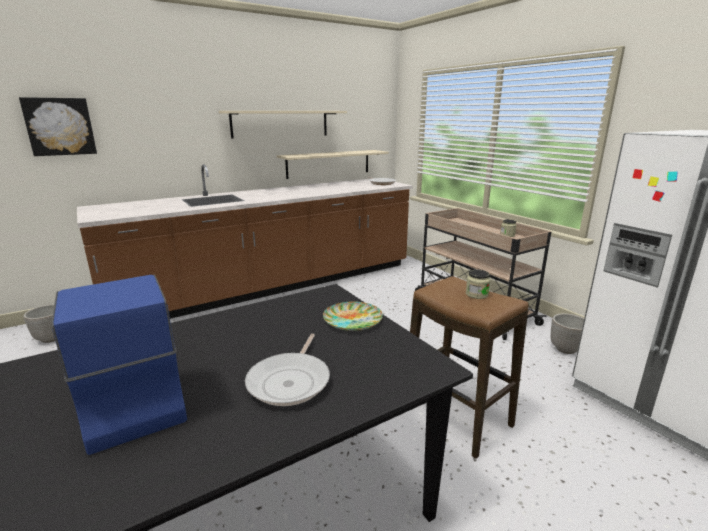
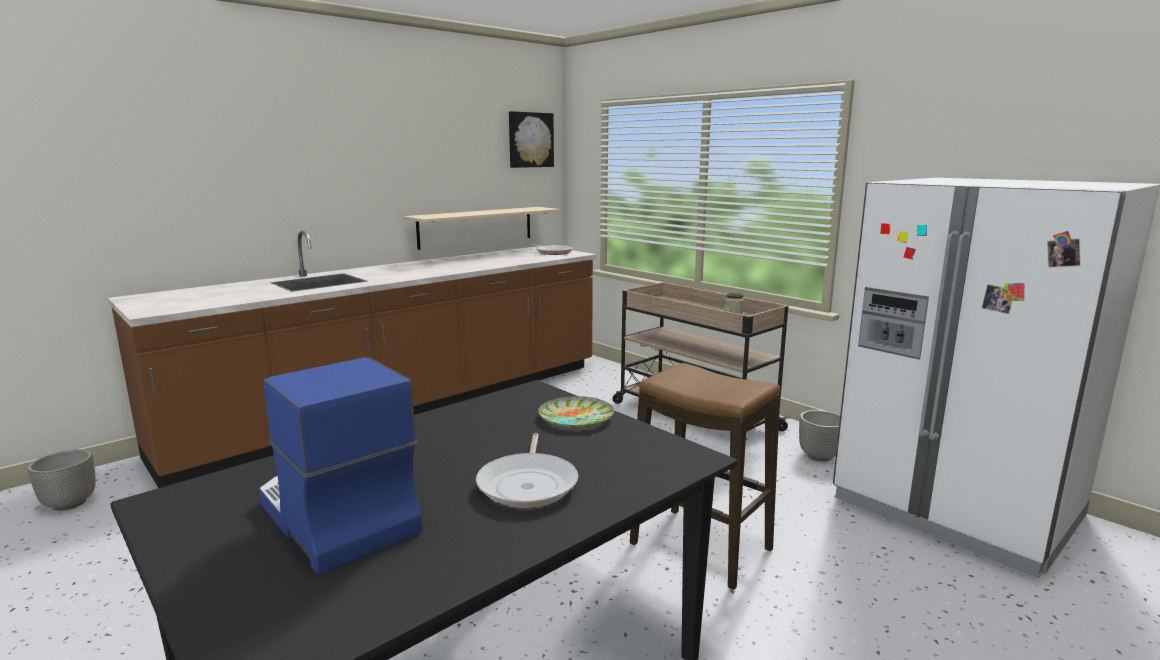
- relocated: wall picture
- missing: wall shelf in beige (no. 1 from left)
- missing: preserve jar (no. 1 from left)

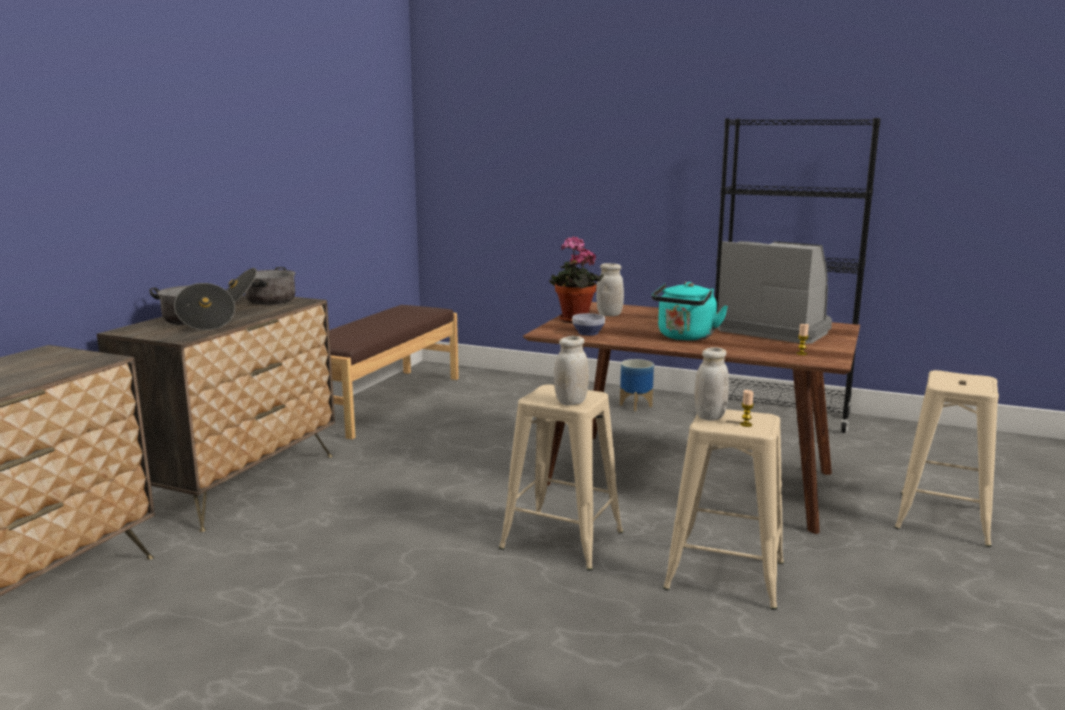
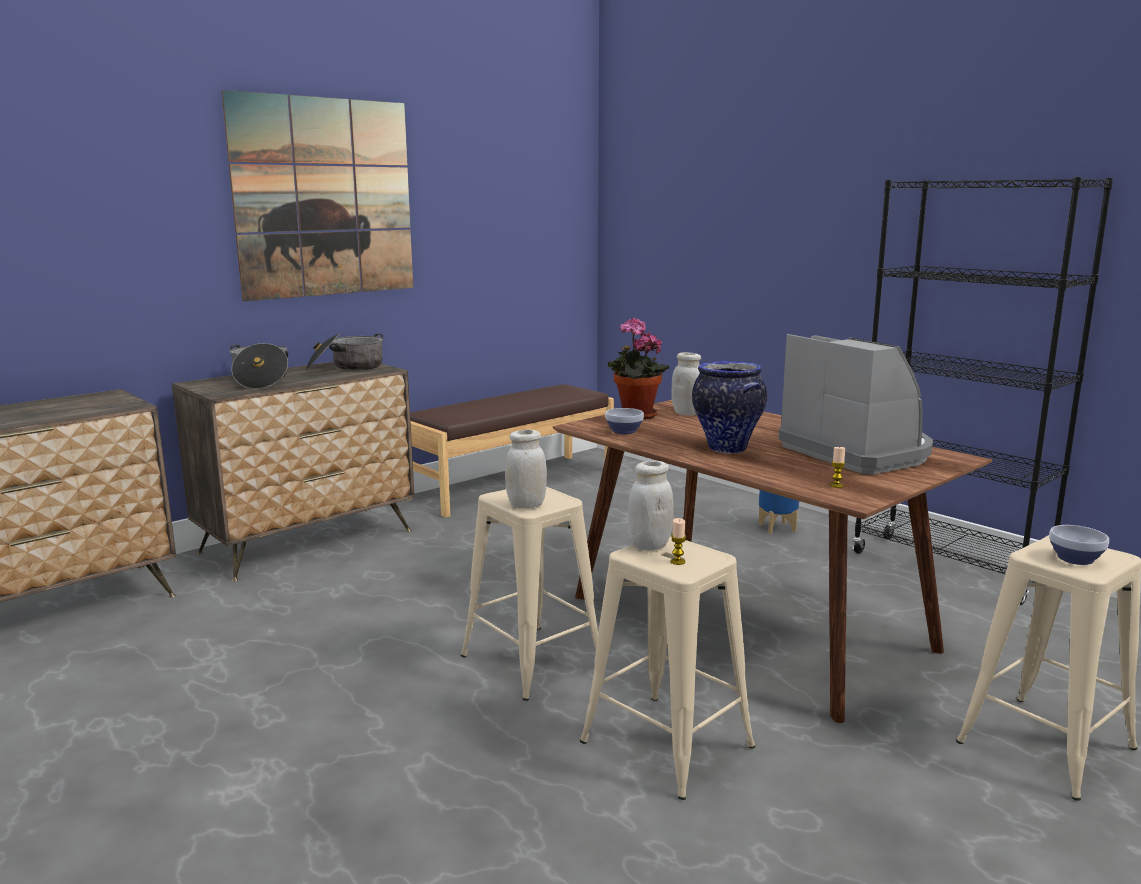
- exchanged: kettle in blue-green to flower vase
- appeared: wall picture
- appeared: serving bowl (no. 2 from left)

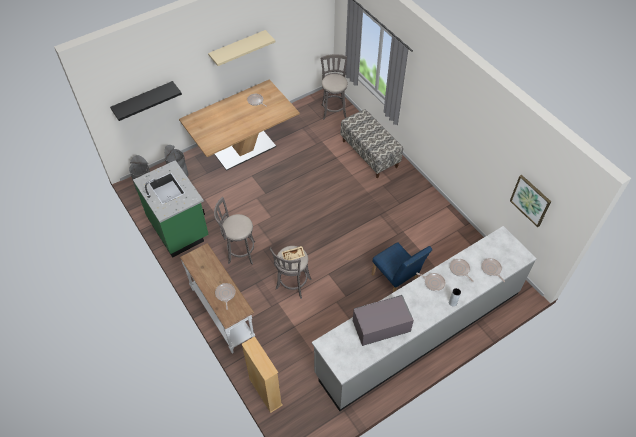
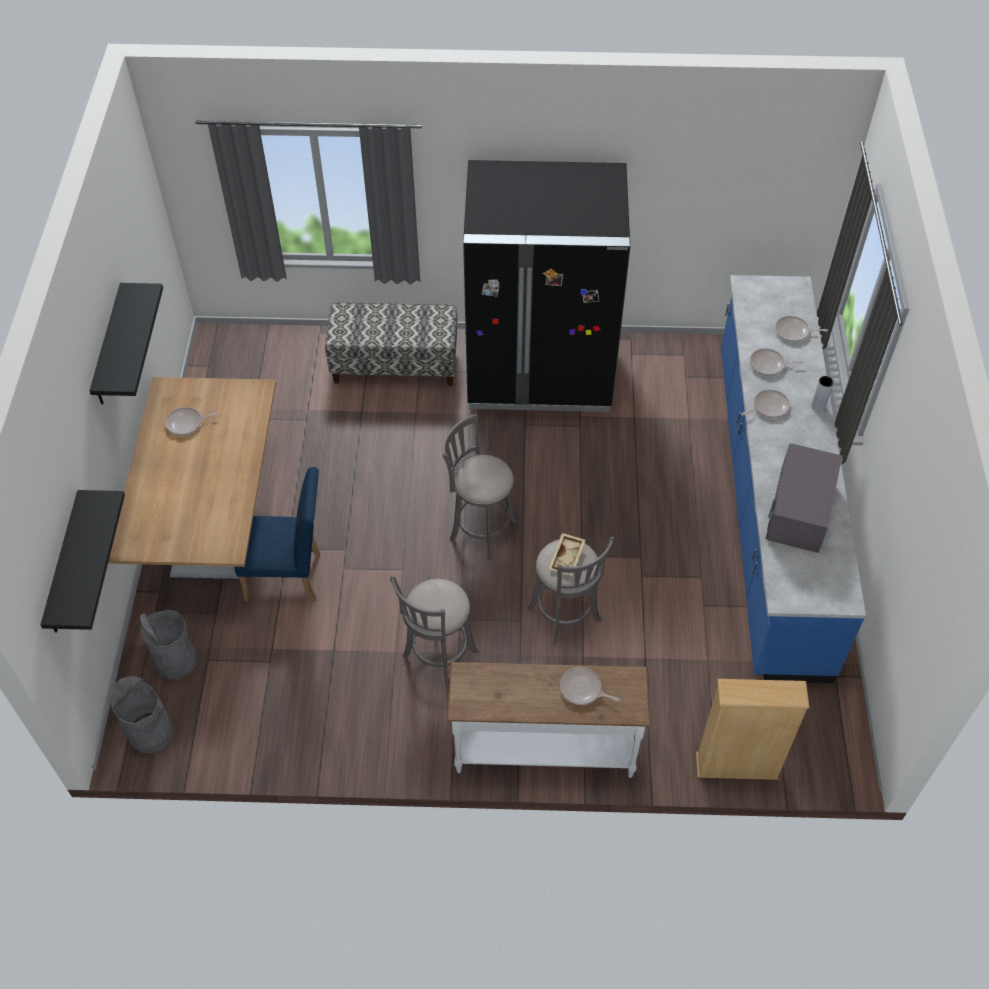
- colour: wall shelf in beige to wall shelf in black-coloured (no. 2 from left)
- relocated: sitting stool in gray (no. 3 from left in the first image) to sitting stool in gray (no. 2 from left)
- missing: kitchen counter in green
- missing: wall picture
- colour: kitchen counter in gray to kitchen counter in blue-coloured
- relocated: upright chair in blue-coloured
- appeared: refrigerator in black-coloured

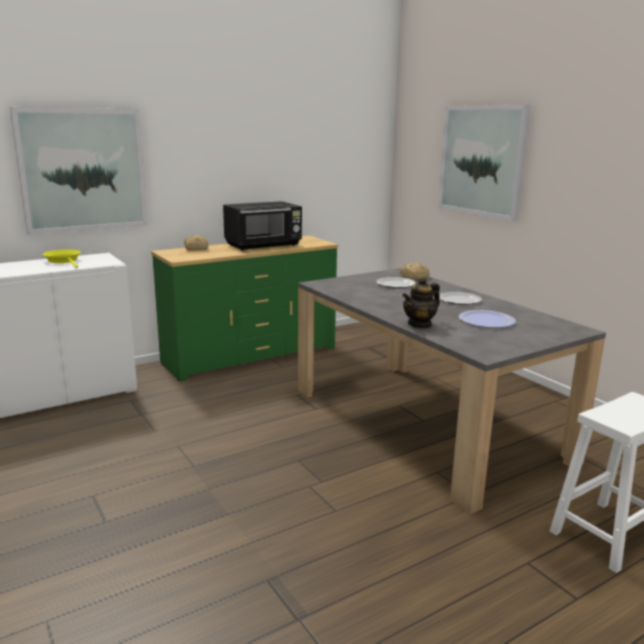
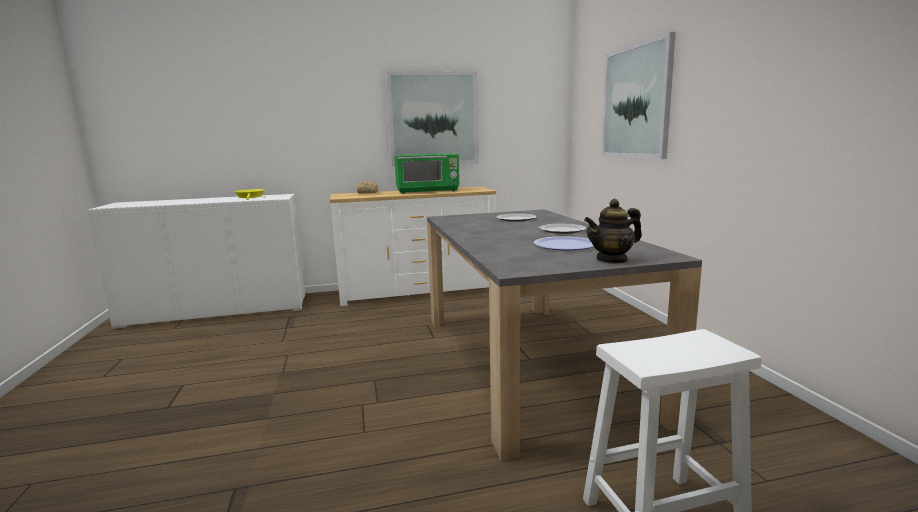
- relocated: wall picture (no. 1 from left)
- colour: kitchen microwave in black-coloured to kitchen microwave in green
- colour: dresser in green to dresser in whitish
- missing: baked bread (no. 2 from left)
- relocated: tea pot

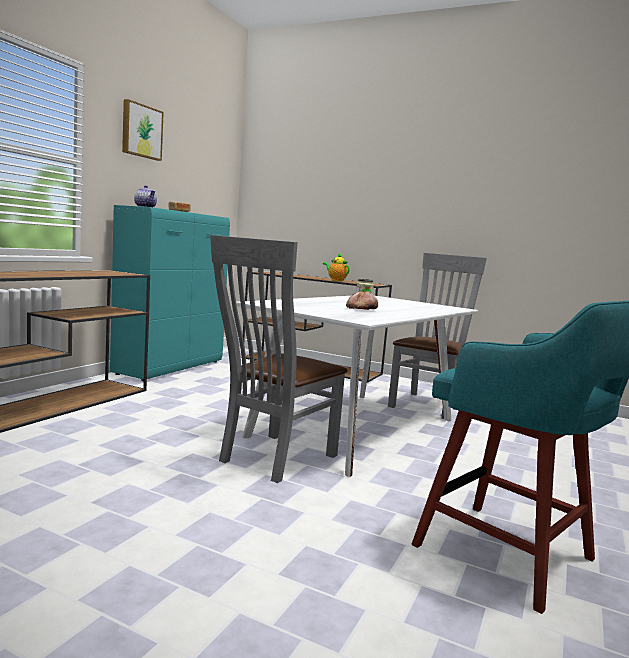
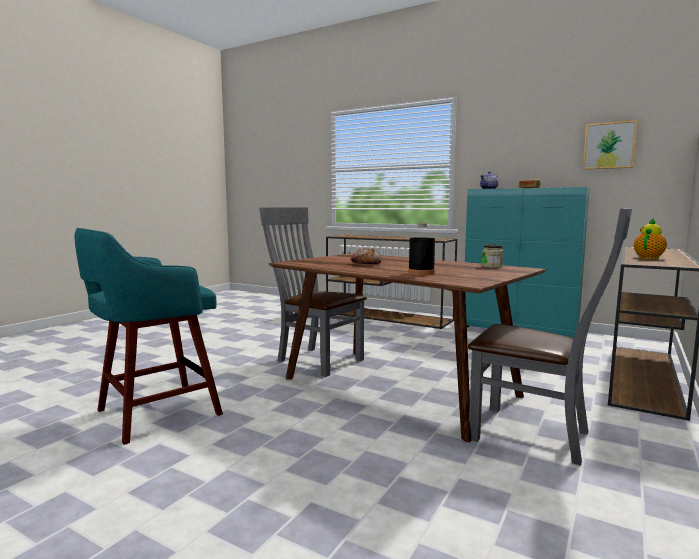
- relocated: wall picture
- colour: dining table in whitish to dining table in brown-coloured
- appeared: drink bottle in black-coloured

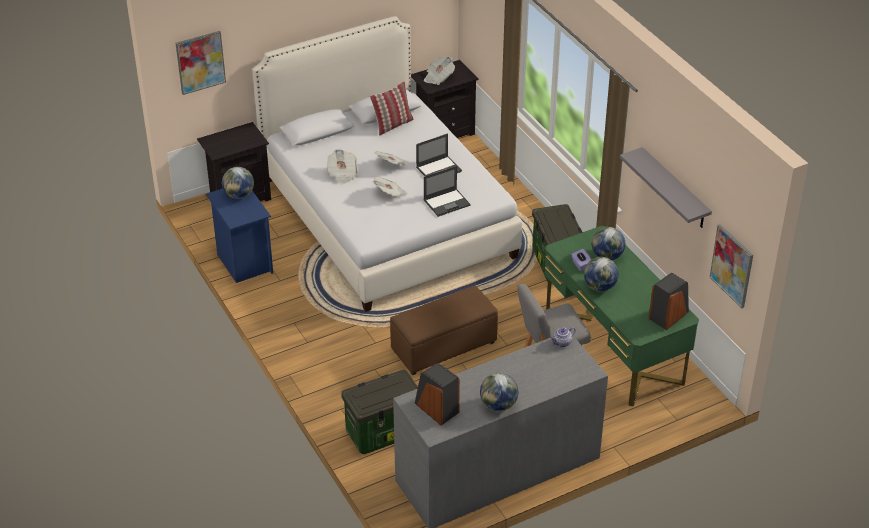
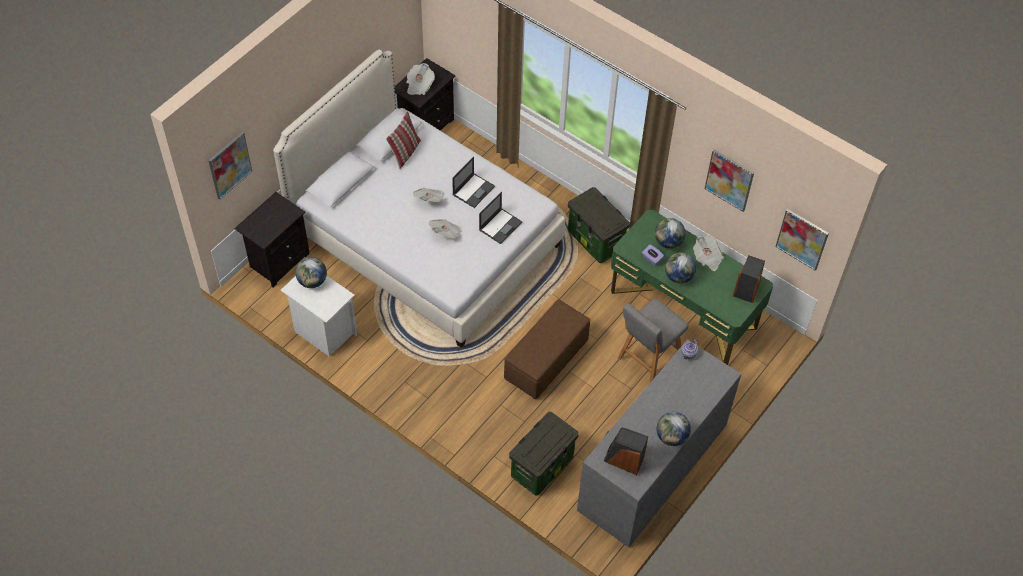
- exchanged: wall shelf in gray to wall picture (no. 2 from left)
- relocated: printed paper (no. 1 from left in the first image) to printed paper (no. 4 from left)
- colour: bedside table in blue-coloured to bedside table in whitish

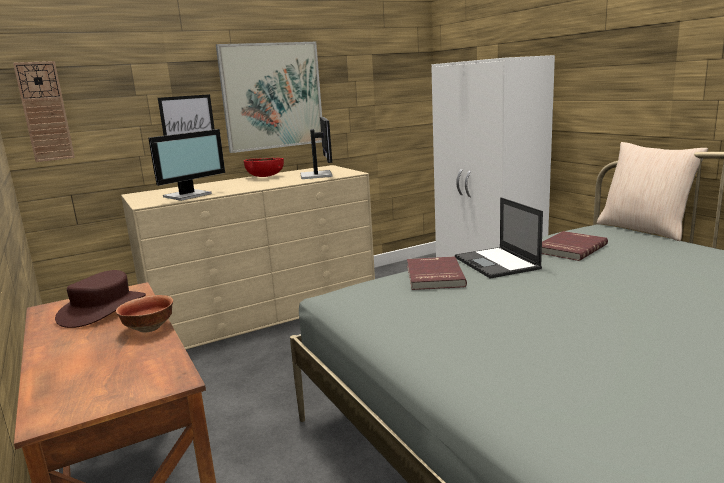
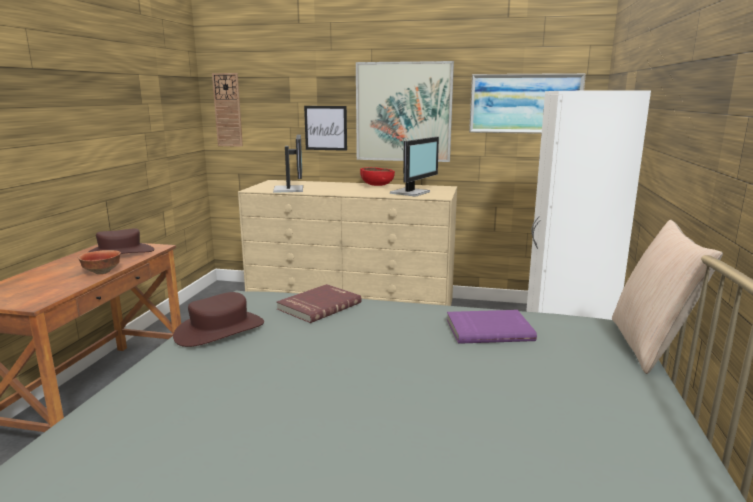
- spun: monitor (no. 1 from left) 90 degrees counterclockwise
- missing: laptop
- colour: bound book in reddish (no. 2 from left) to bound book in purple-coloured
- appeared: wall picture (no. 3 from left)
- appeared: wearable hat in brown-coloured (no. 2 from left)

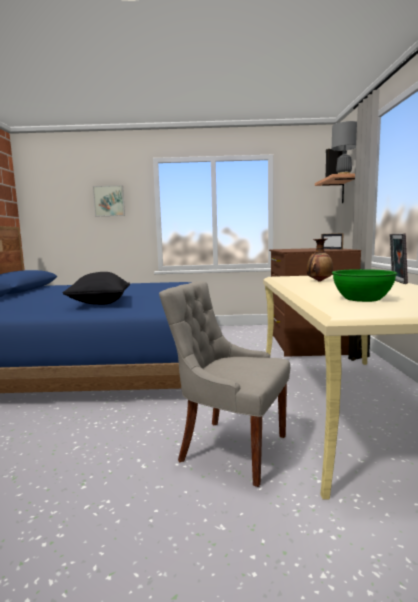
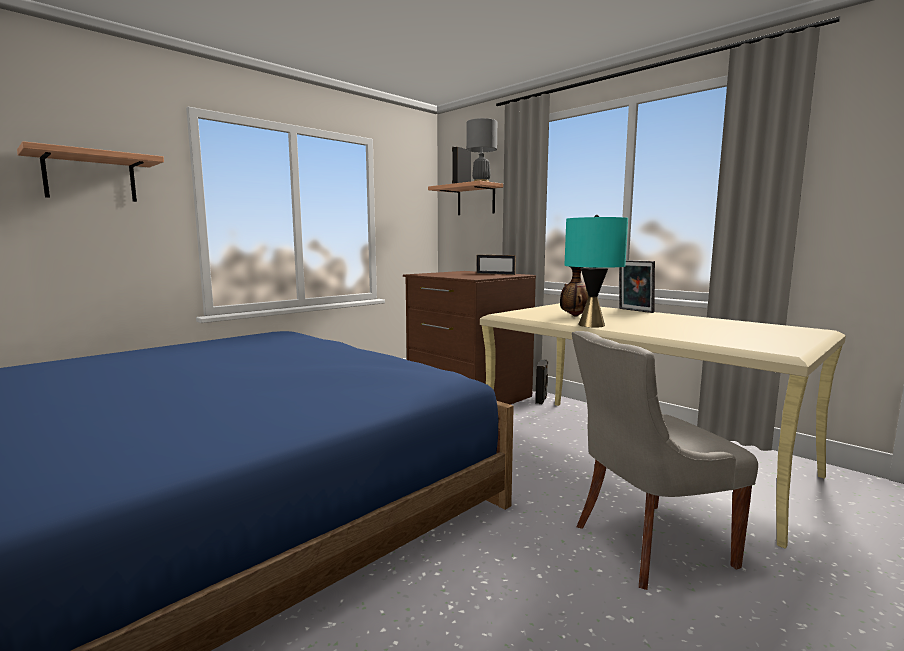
- exchanged: wall picture to wall shelf (no. 1 from left)
- missing: serving bowl in green
- missing: throw pillow in black-coloured
- appeared: lamp for a table in blue-green

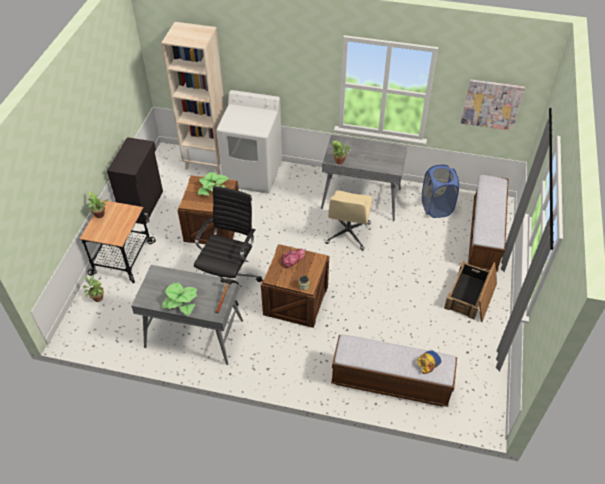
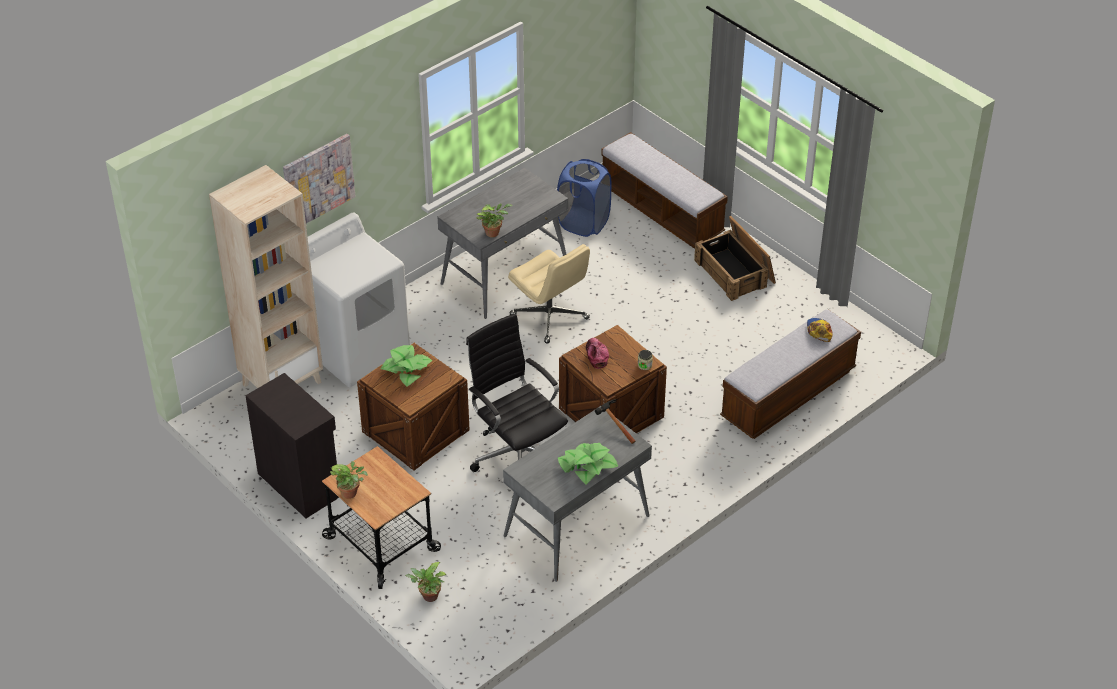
- relocated: wall picture

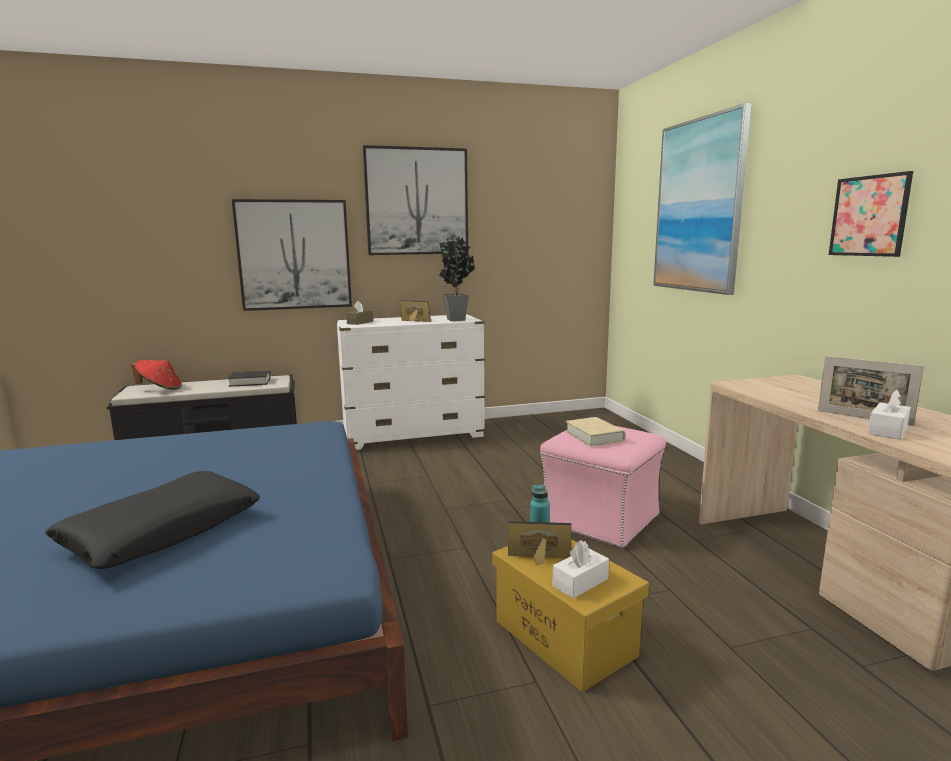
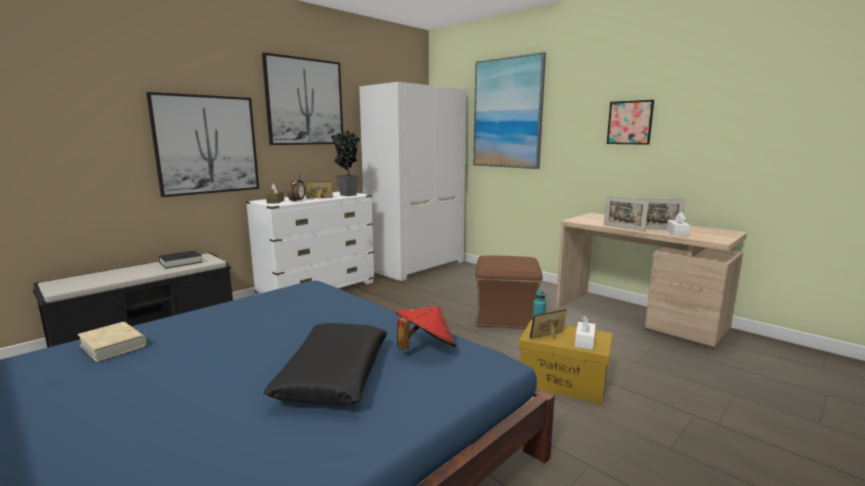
- relocated: wearable hat in reddish
- relocated: bound book in beige
- colour: ottoman in pink-coloured to ottoman in brown-coloured
- appeared: wardrobe in whitish
- appeared: table clock
- appeared: standing frame (no. 3 from left)

